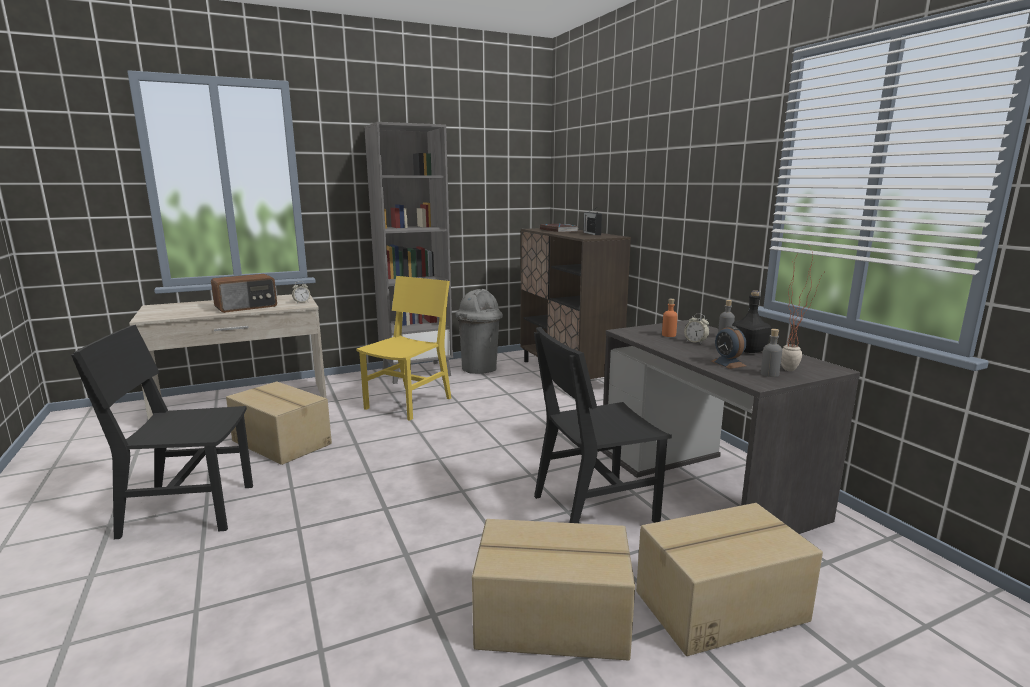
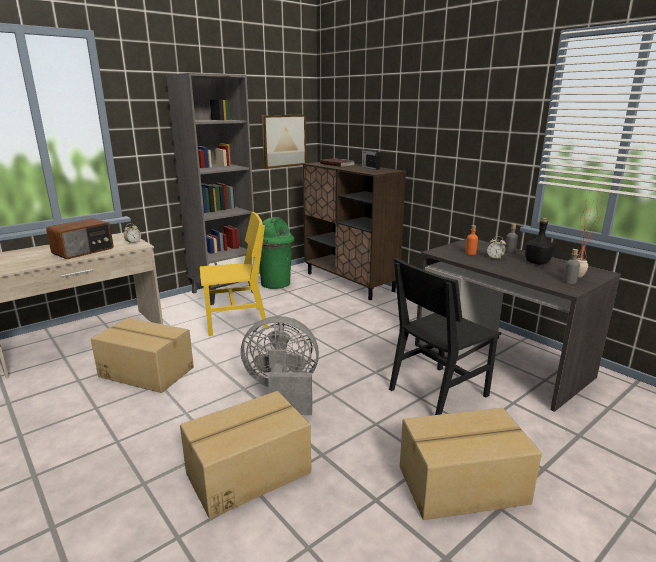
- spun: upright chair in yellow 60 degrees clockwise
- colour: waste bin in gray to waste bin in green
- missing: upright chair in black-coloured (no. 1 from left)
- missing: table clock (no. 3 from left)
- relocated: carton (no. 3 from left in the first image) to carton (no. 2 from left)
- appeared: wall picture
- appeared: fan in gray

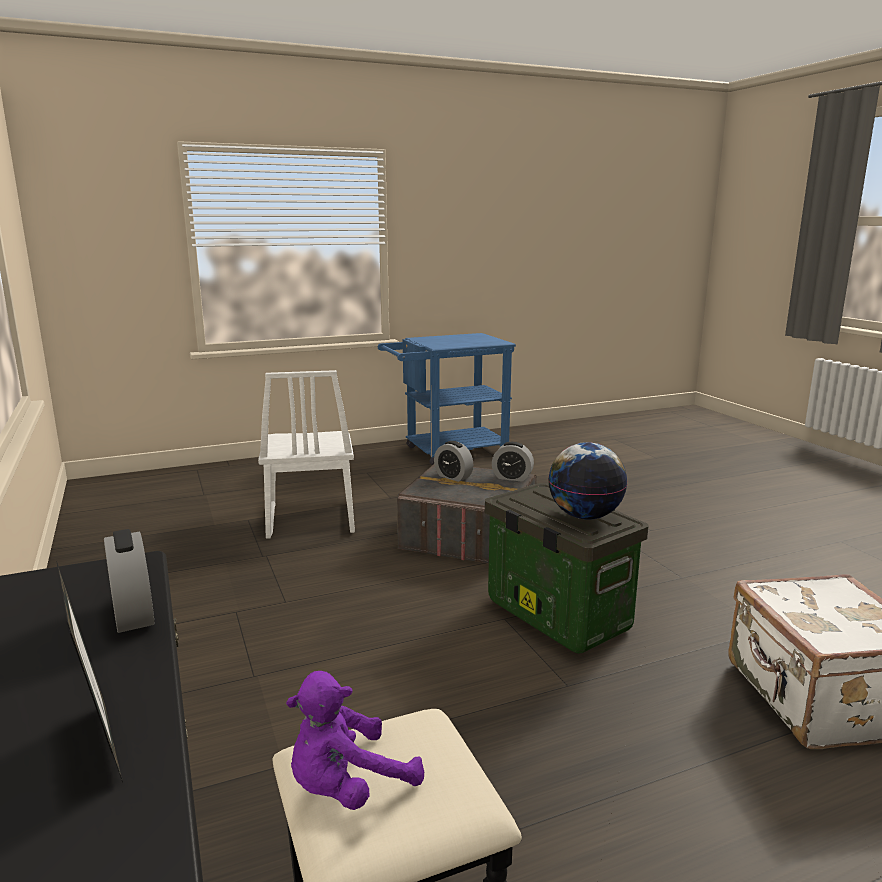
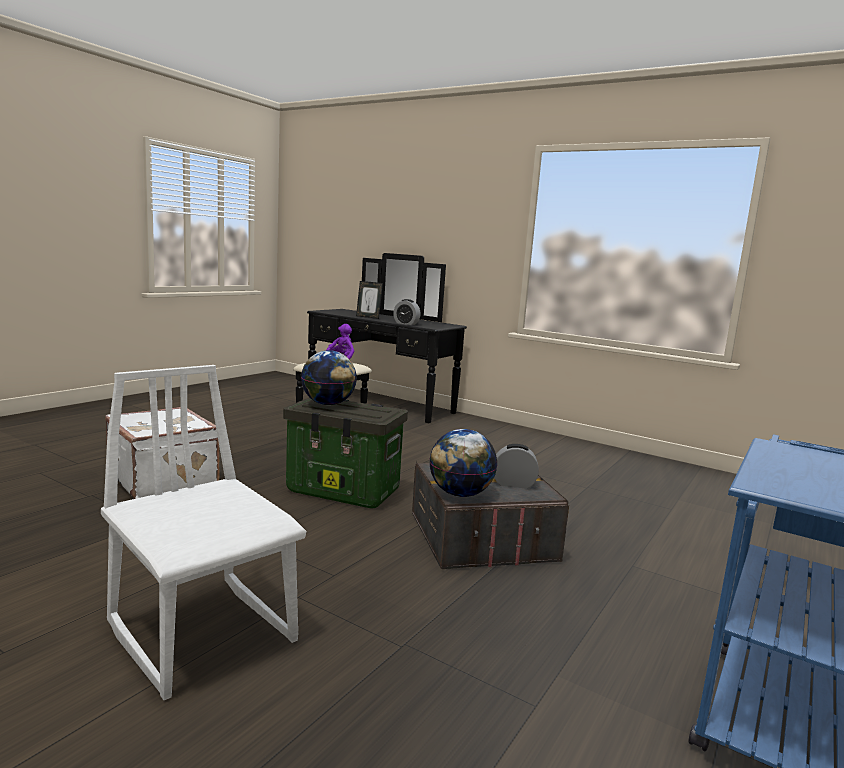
- relocated: upright chair in whitish
- exchanged: table clock (no. 3 from left) to world globe (no. 2 from left)

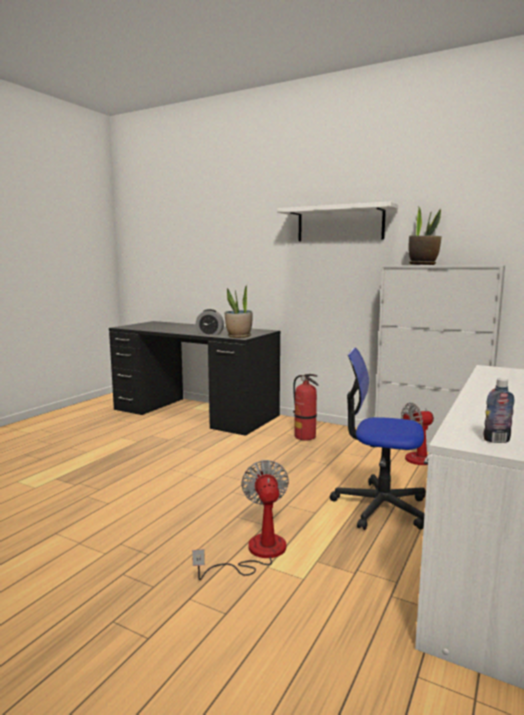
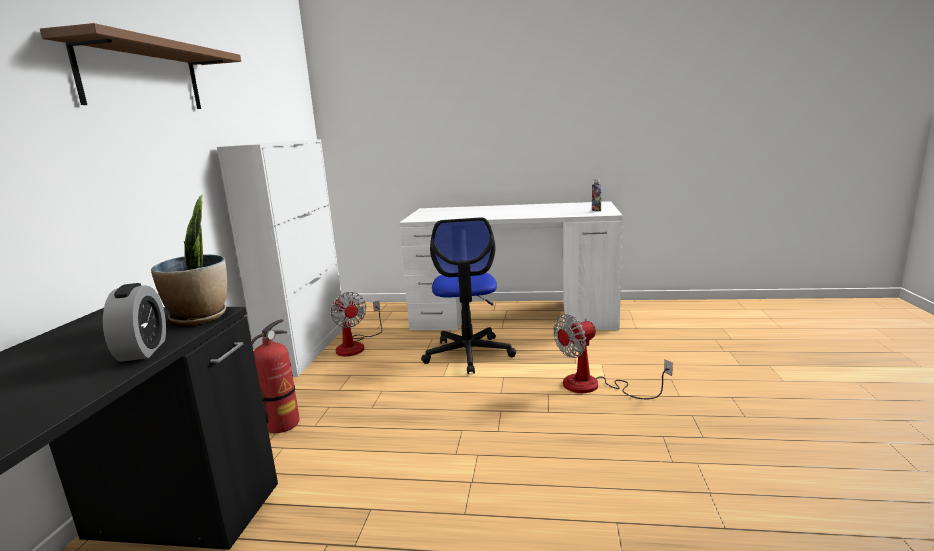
- colour: wall shelf in whitish to wall shelf in brown-coloured
- missing: plant in a pot (no. 2 from left)

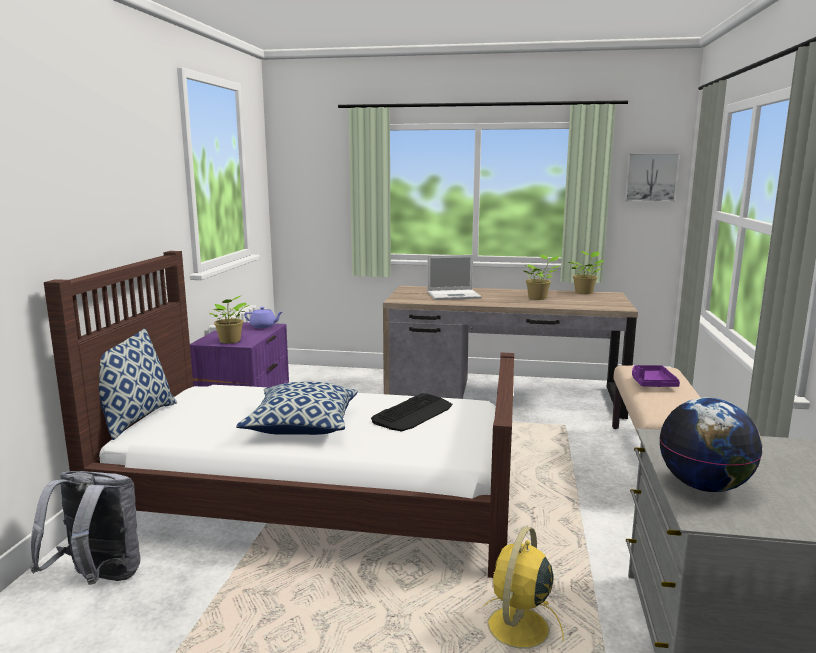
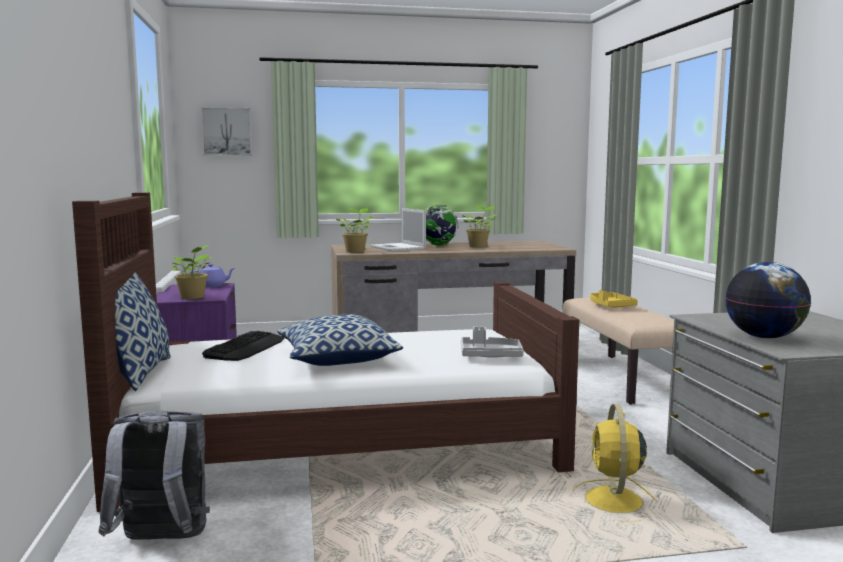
- relocated: wall picture
- relocated: plant in a pot (no. 3 from left in the first image) to plant in a pot (no. 2 from left)
- spun: laptop 90 degrees clockwise
- colour: tray in purple-coloured to tray in yellow
- relocated: computer keyboard
- appeared: world globe (no. 1 from left)
- appeared: tray in gray

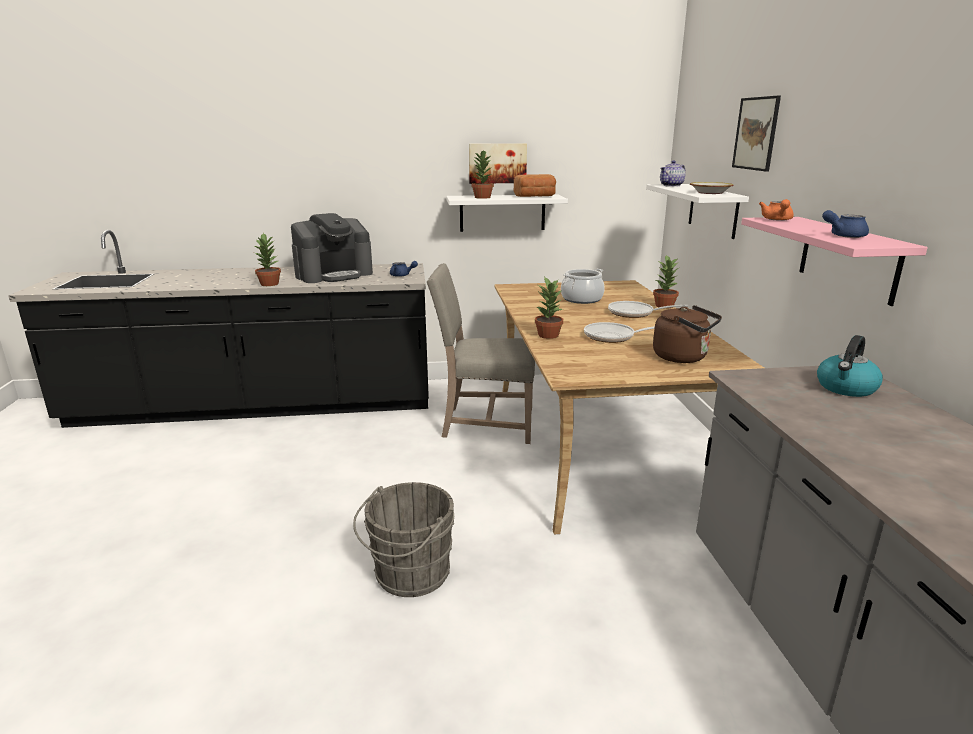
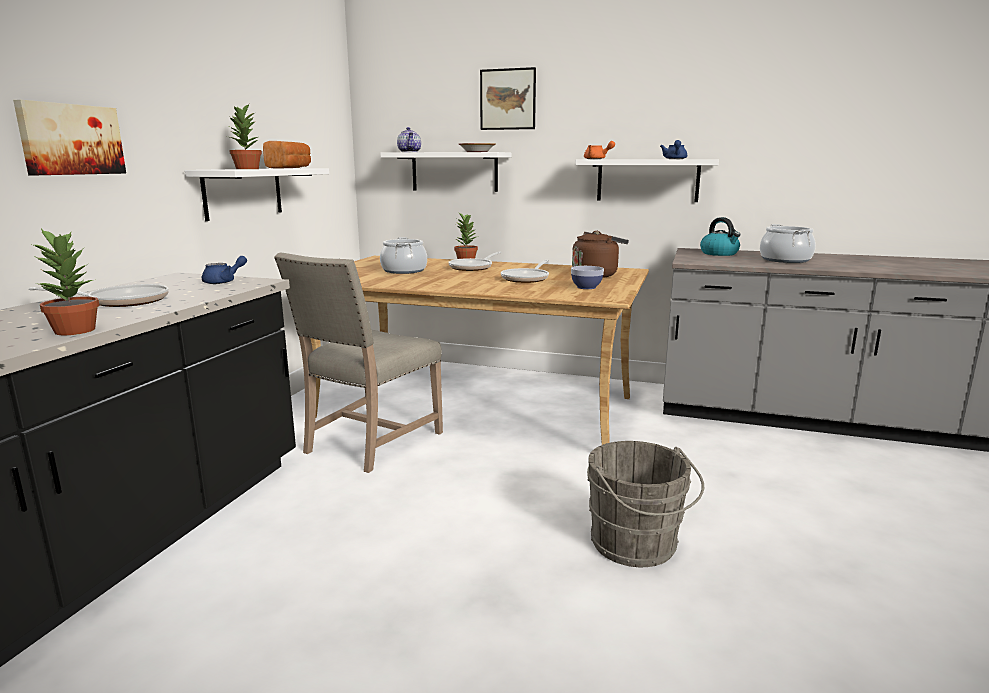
- relocated: wall picture (no. 1 from left)
- exchanged: coffee brewer to skillet (no. 1 from left)
- colour: wall shelf in pink-coloured to wall shelf in whitish (no. 3 from left)
- missing: plant in a pot (no. 3 from left)
- appeared: saucepot (no. 2 from left)
- appeared: serving bowl (no. 2 from left)

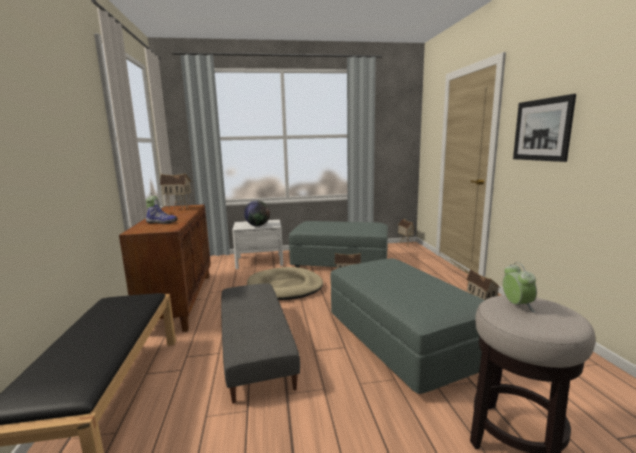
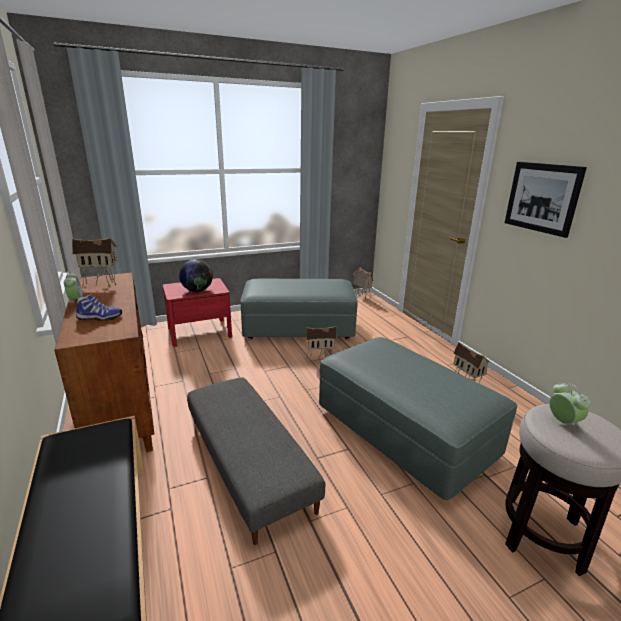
- colour: bedside table in whitish to bedside table in reddish
- missing: dog bed in beige

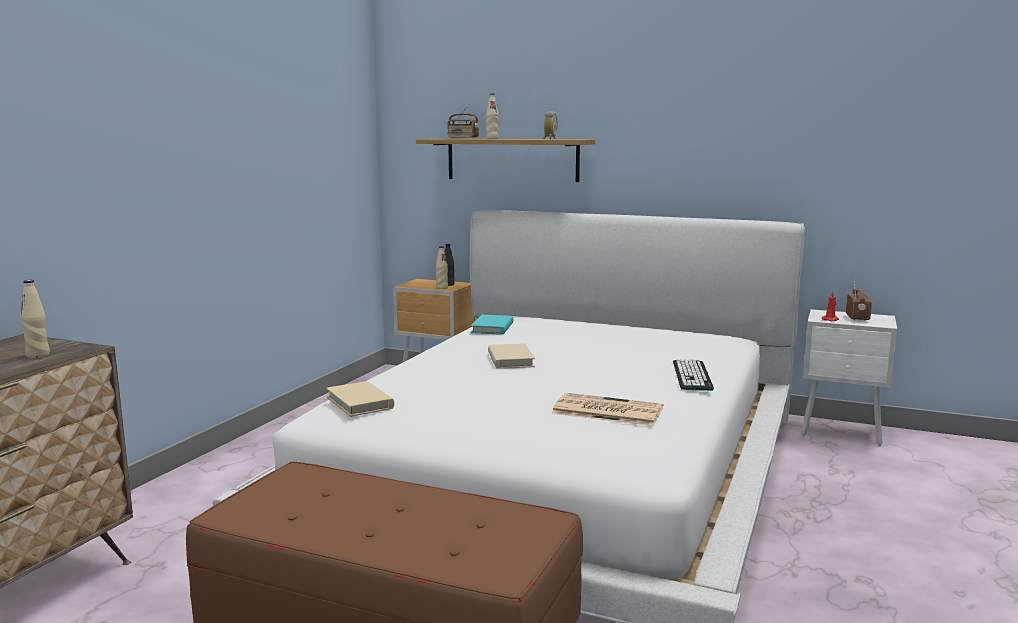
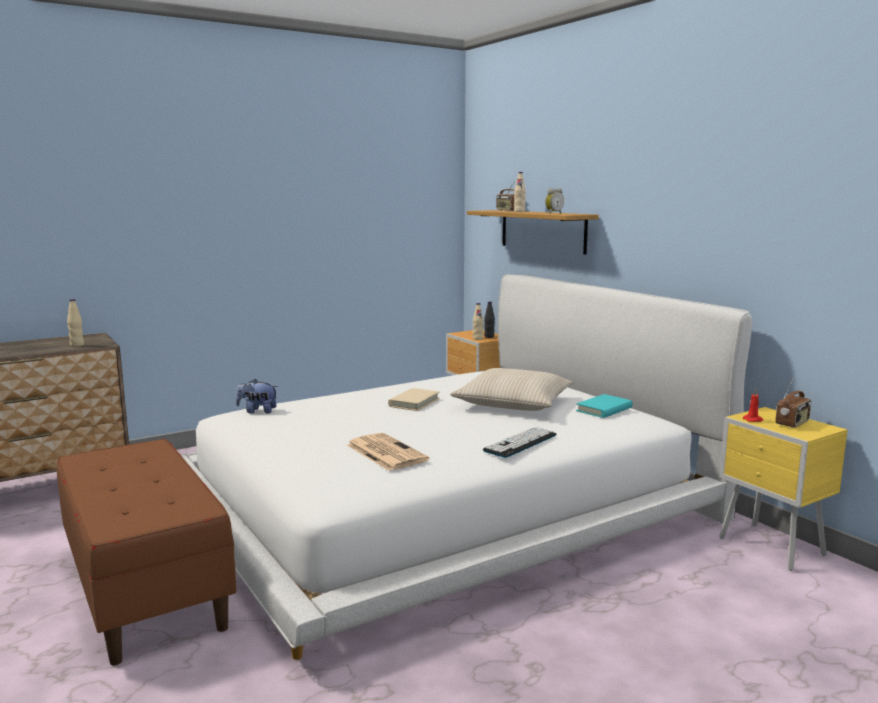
- colour: bedside table in whitish to bedside table in yellow
- relocated: bound book in blue-green
- exchanged: bound book in beige (no. 1 from left) to soft toy
- appeared: throw pillow in beige

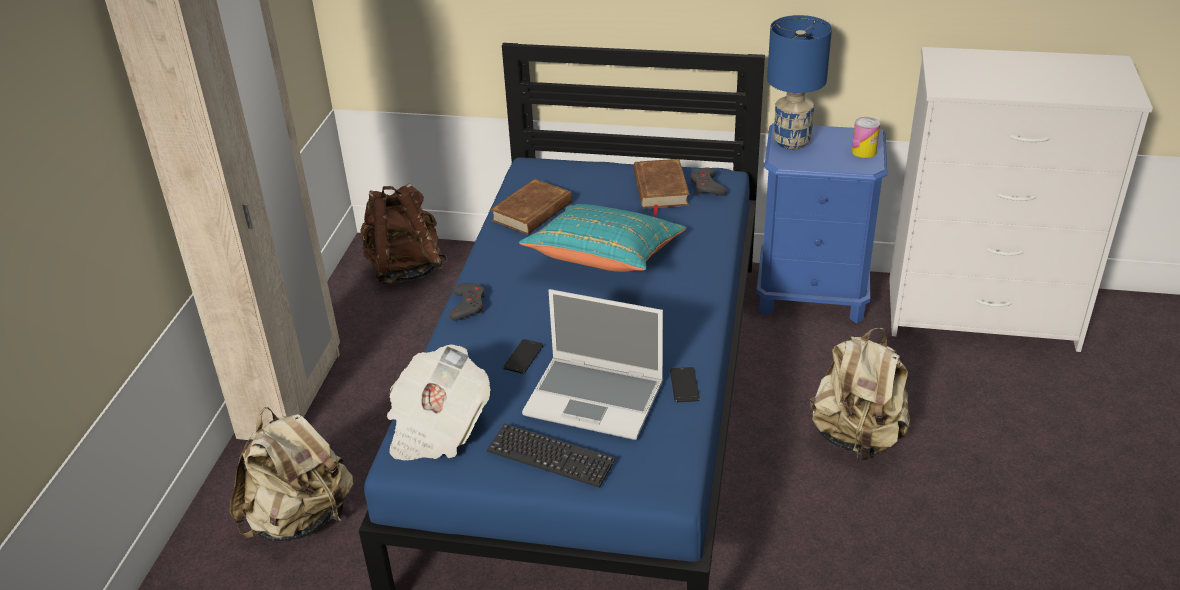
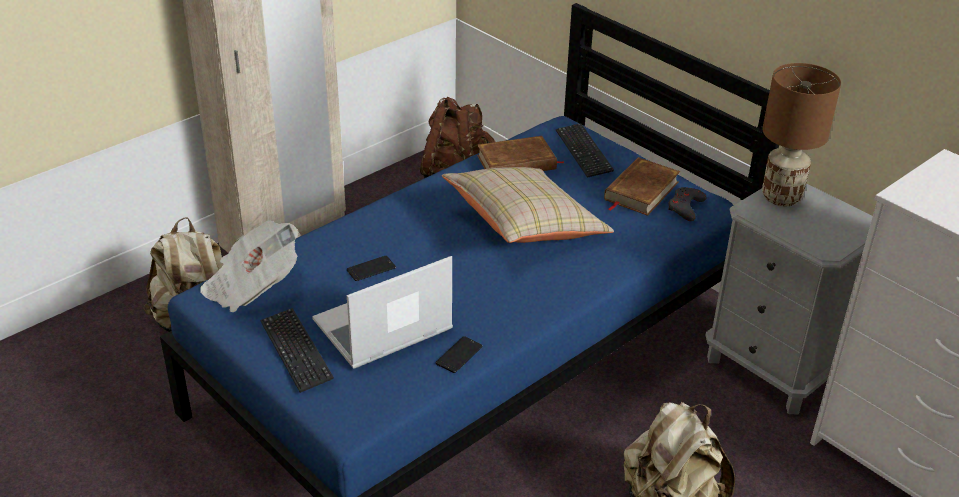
- colour: lamp for a table in blue-coloured to lamp for a table in brown-coloured
- missing: sealed can
- colour: bedside table in blue-coloured to bedside table in gray
- colour: throw pillow in blue-green to throw pillow in beige
- missing: joypad in gray (no. 1 from left)
- spun: laptop 90 degrees clockwise
- appeared: computer keyboard (no. 2 from left)

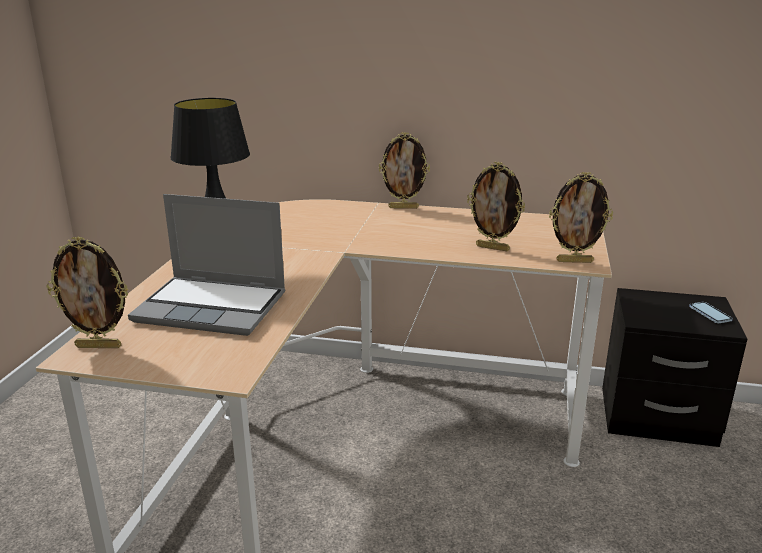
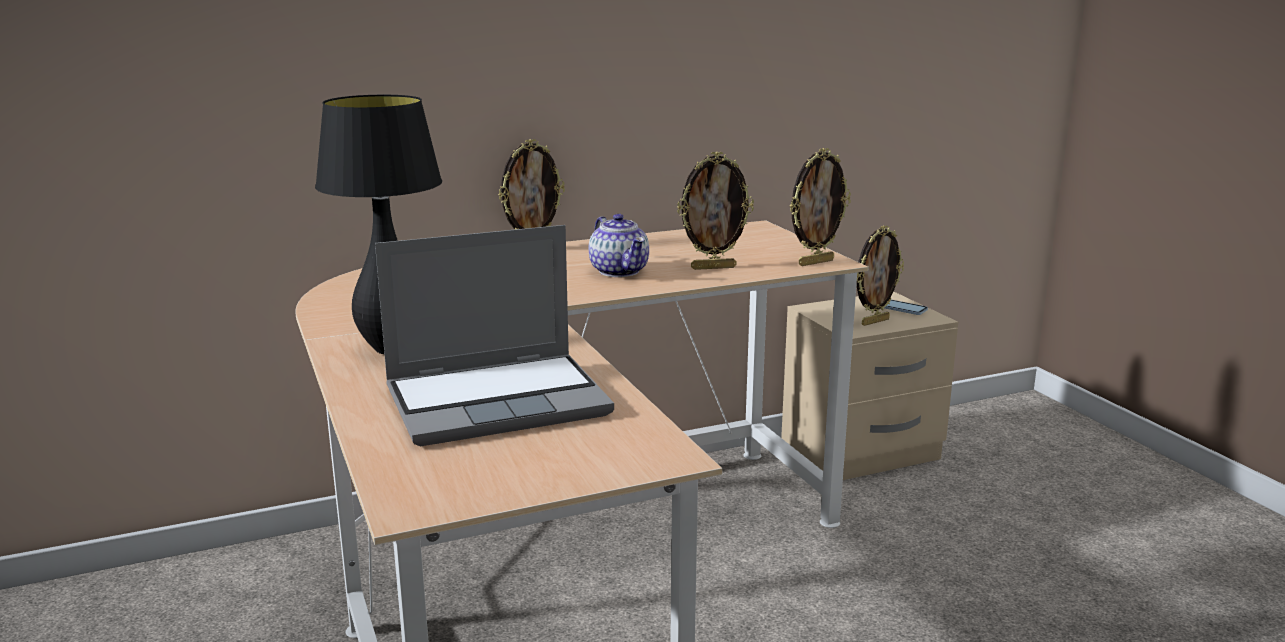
- relocated: standing frame (no. 1 from left in the first image) to standing frame (no. 4 from left)
- colour: bedside table in black-coloured to bedside table in beige
- appeared: tea pot

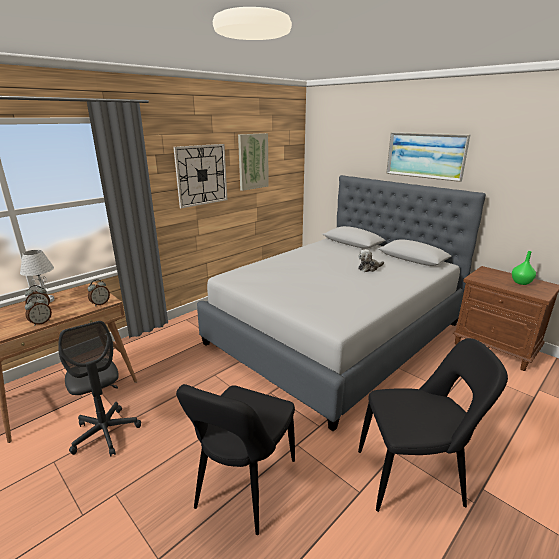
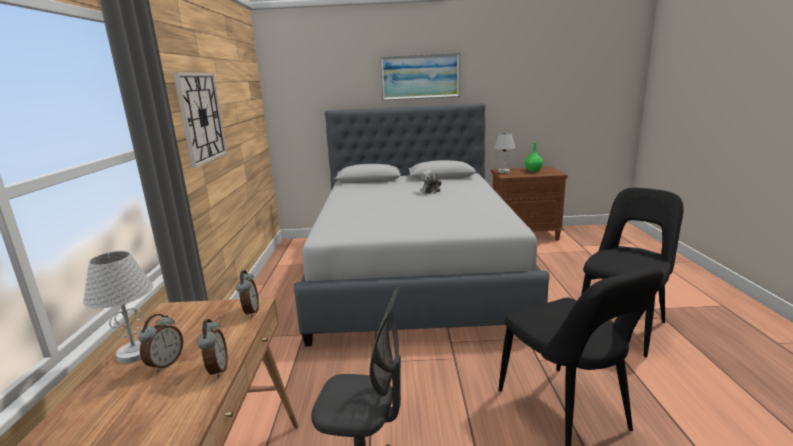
- missing: wall picture (no. 1 from left)
- appeared: lamp for a table in whitish (no. 2 from left)

